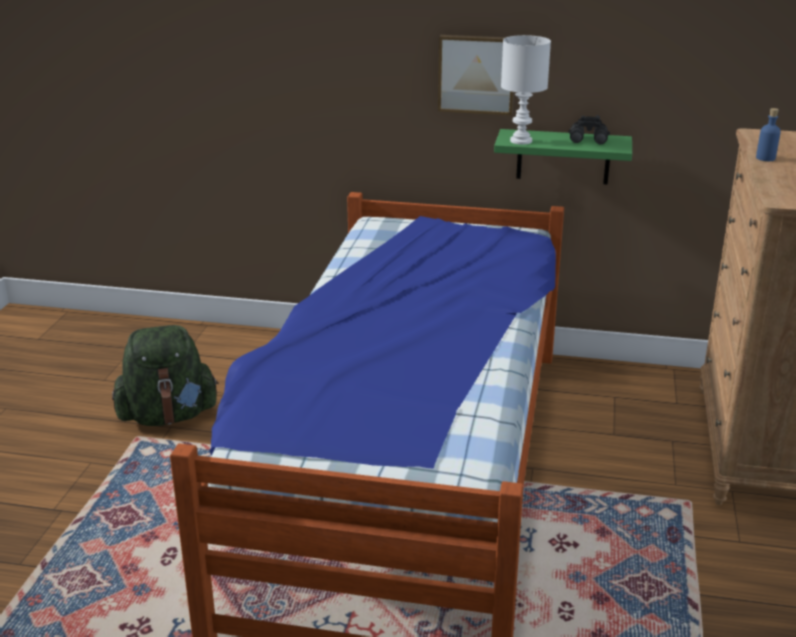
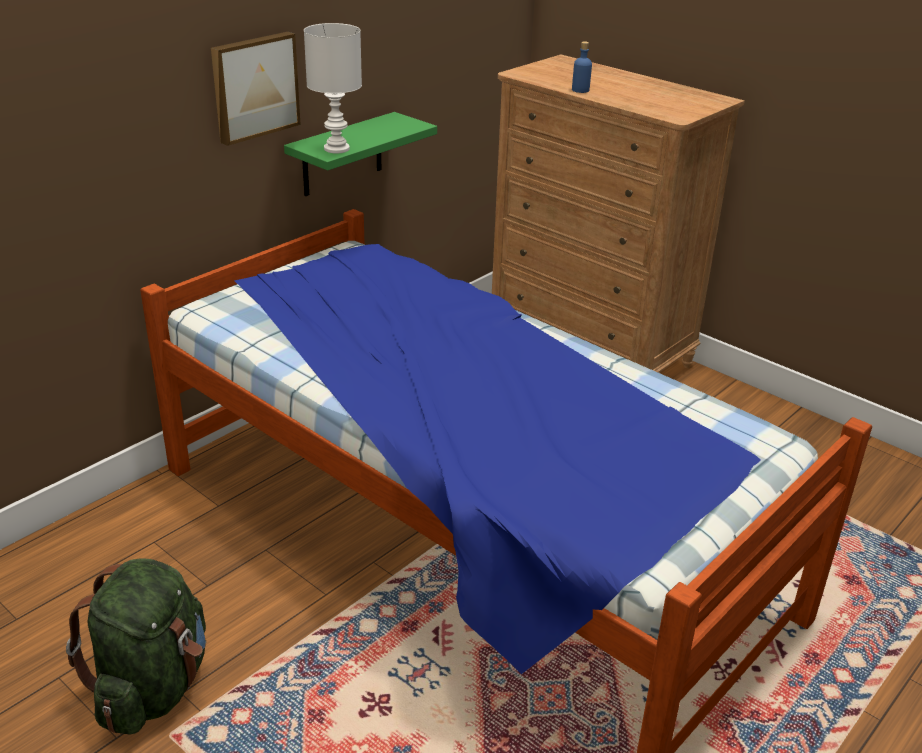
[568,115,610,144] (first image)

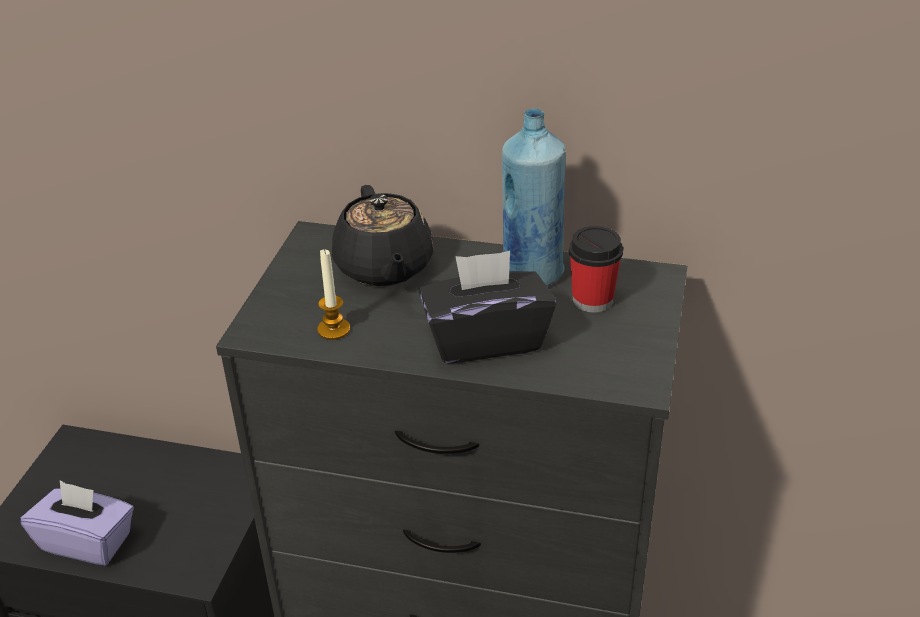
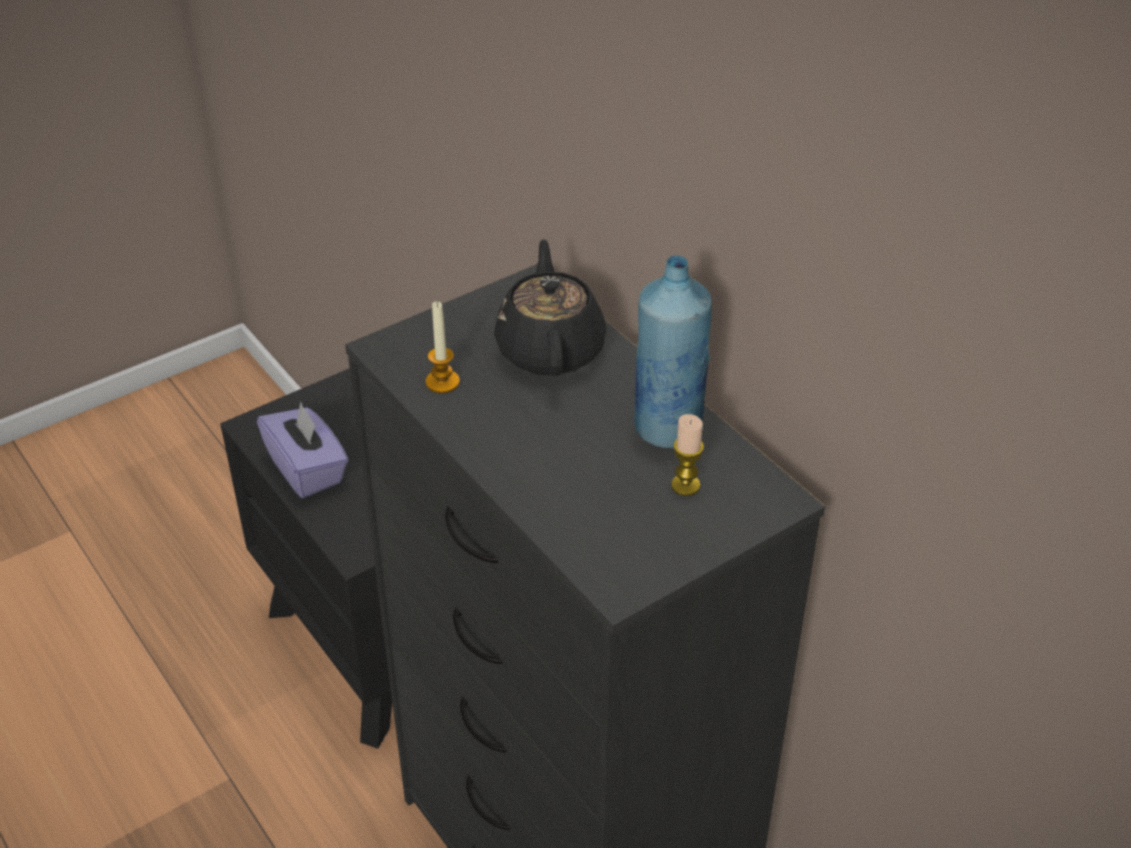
[494,239,606,376]
[671,414,704,496]
[419,251,556,363] (first image)

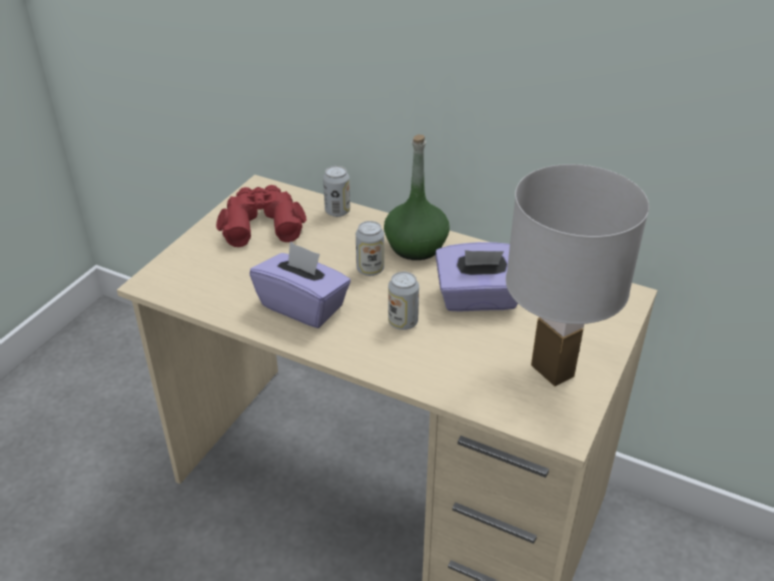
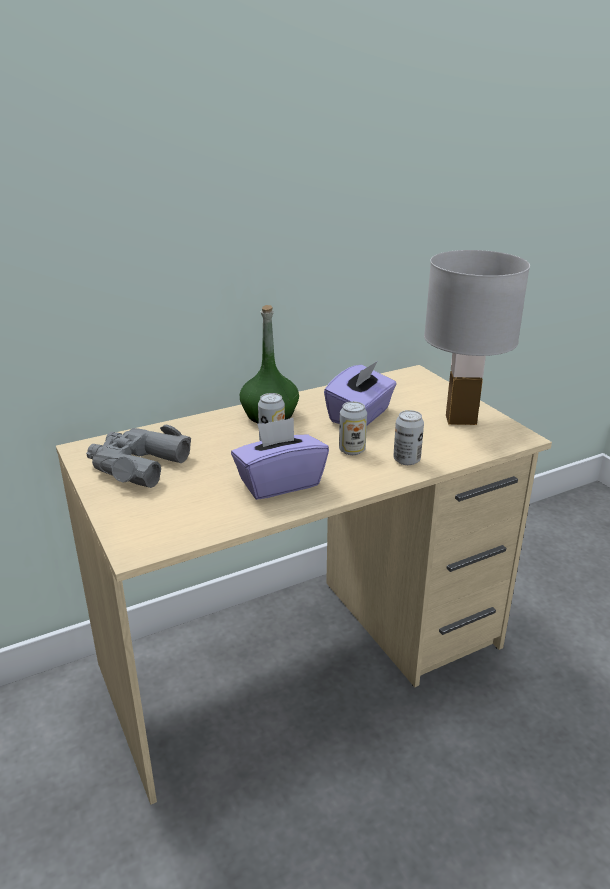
[86,425,191,488]
[393,410,424,465]

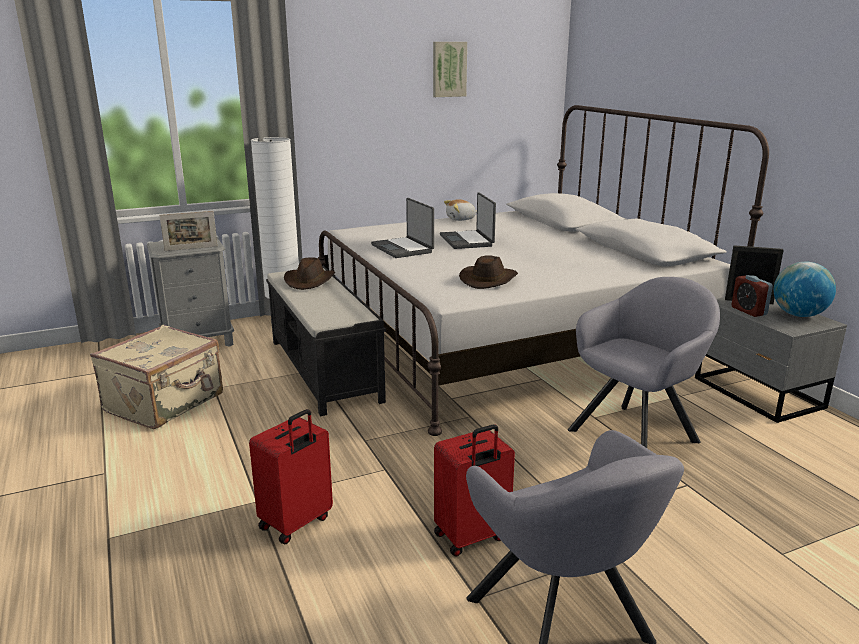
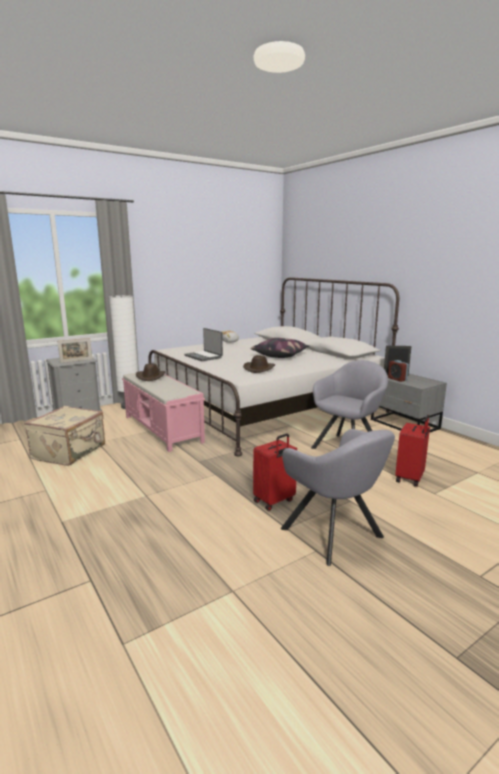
[122,373,205,452]
[251,338,309,358]
[395,415,430,487]
[433,42,467,97] (first image)
[440,192,496,249] (first image)
[774,262,836,317] (first image)

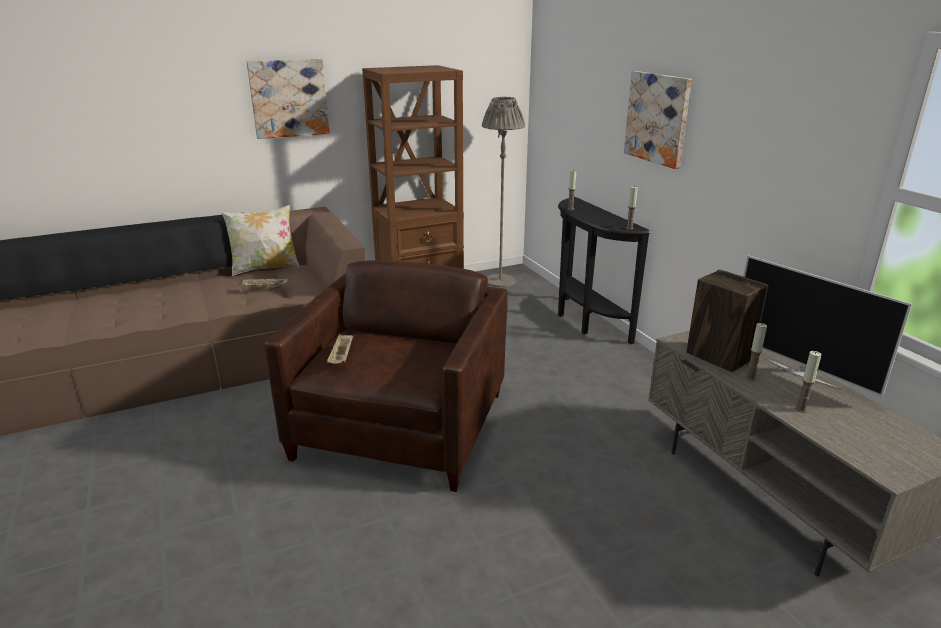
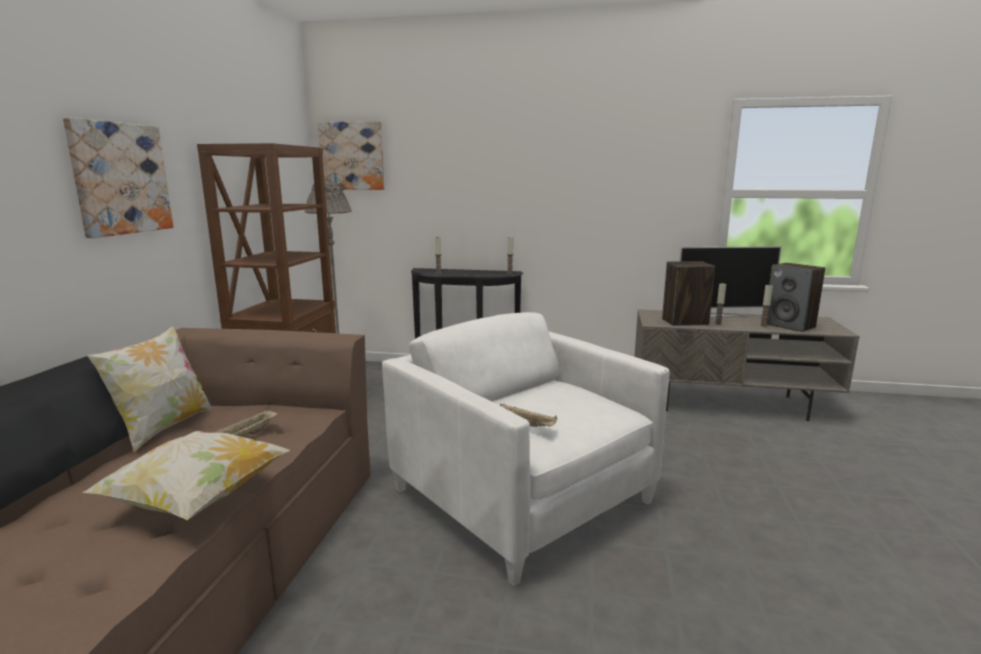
[82,431,290,520]
[318,121,385,190]
[382,312,670,586]
[767,263,825,332]

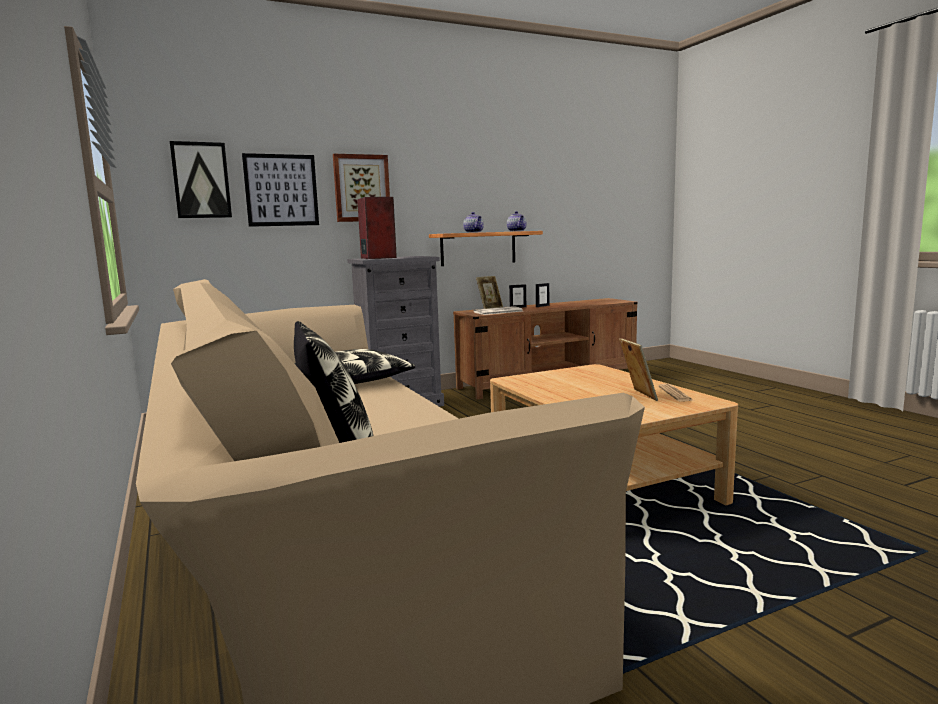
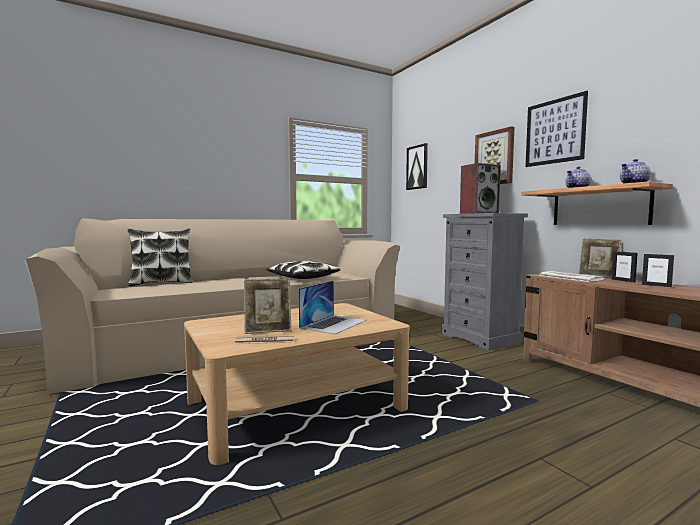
[299,281,367,334]
[525,91,588,167]

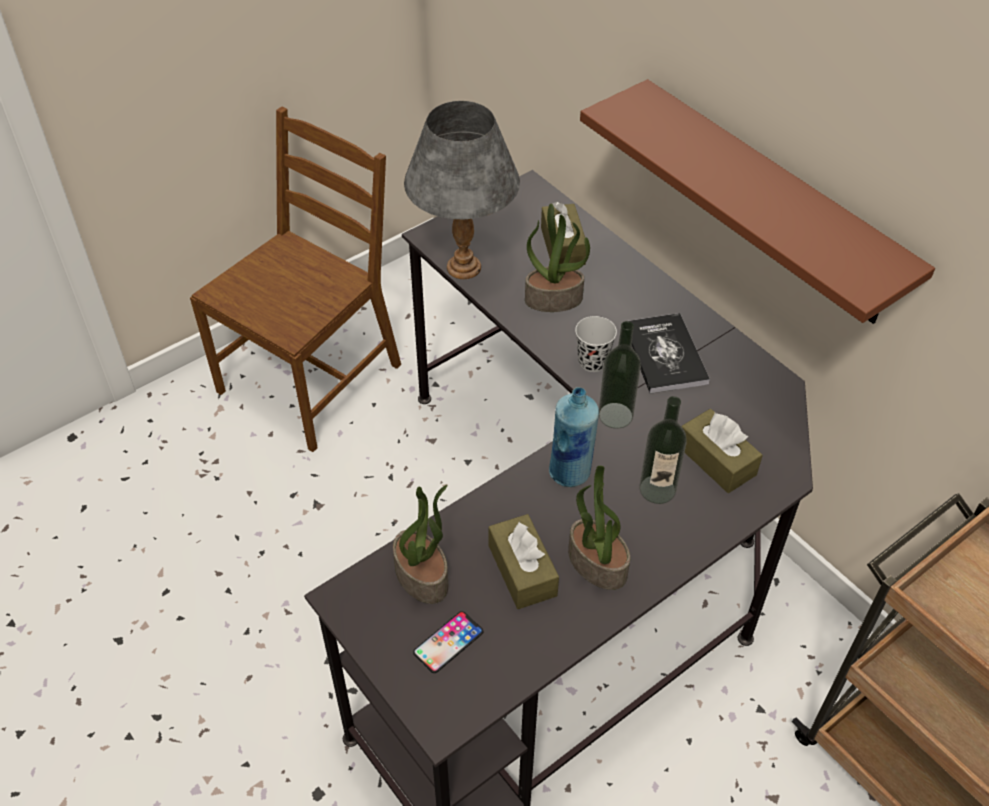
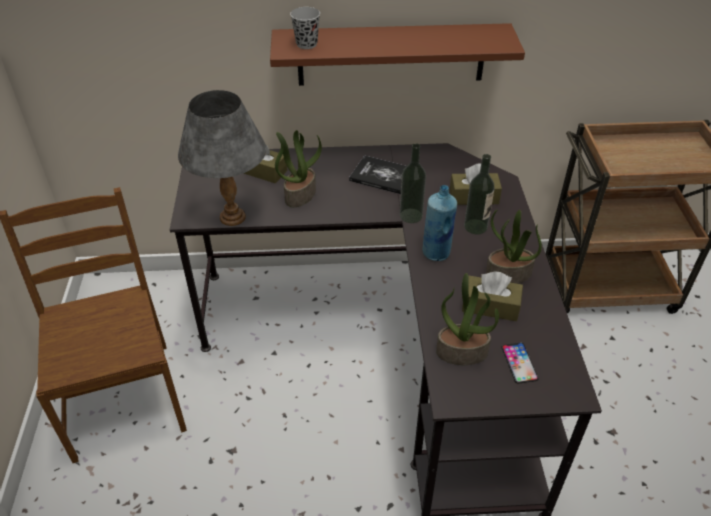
[290,7,320,49]

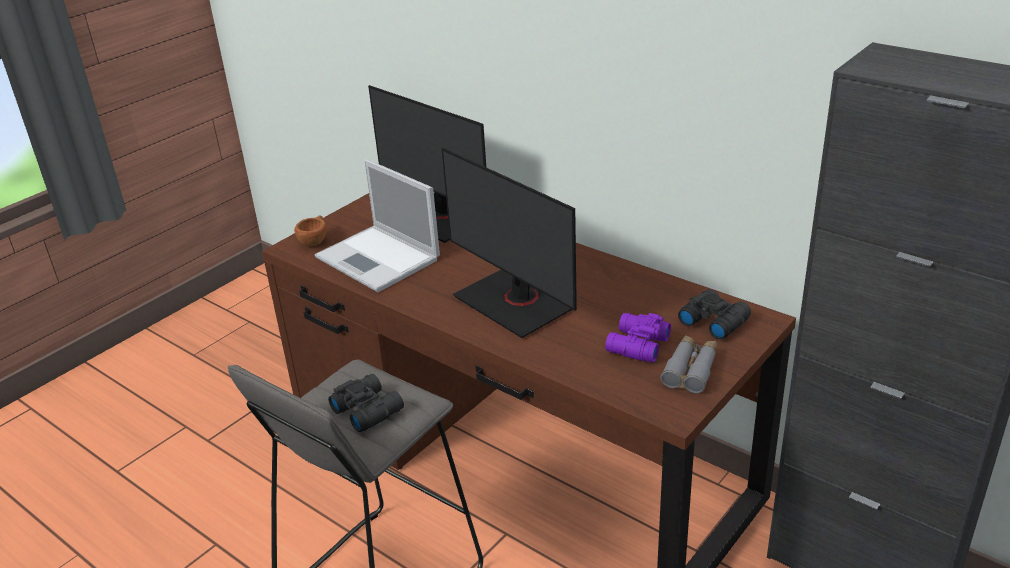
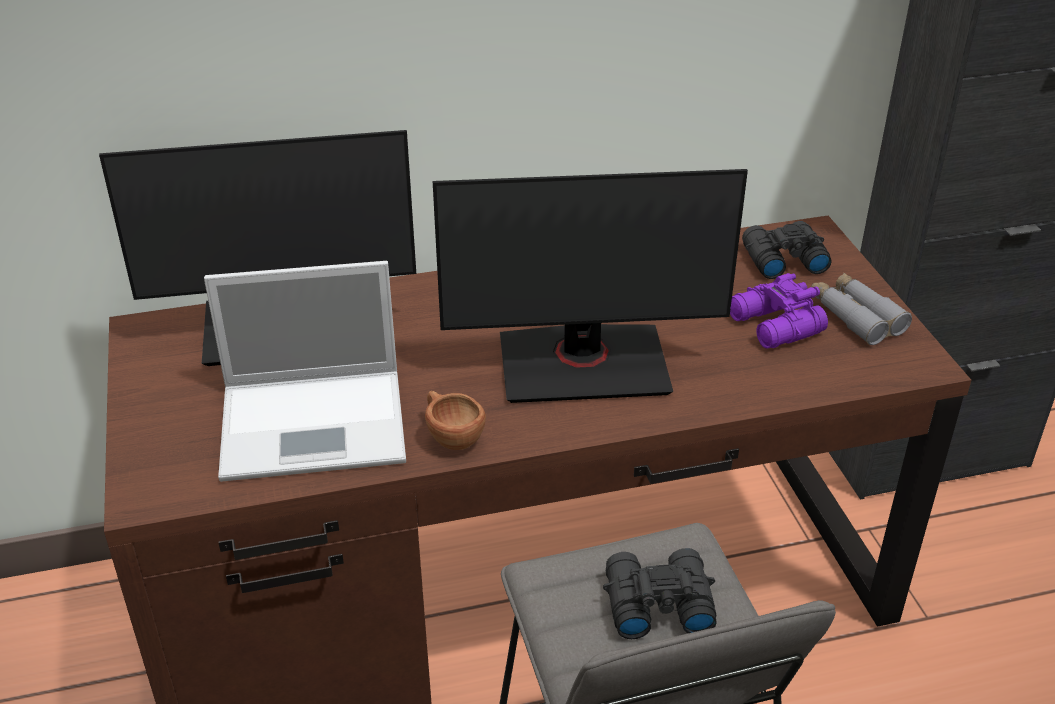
[425,391,486,450]

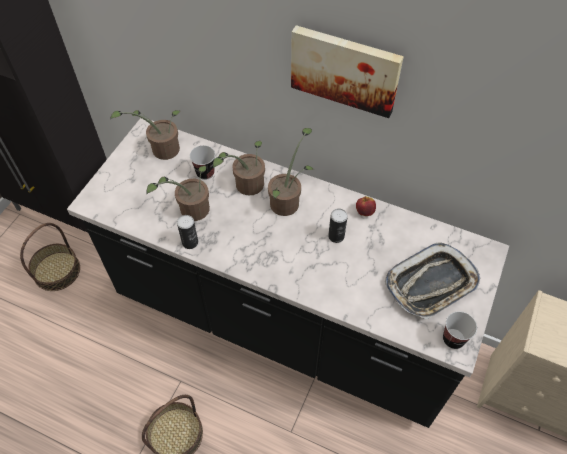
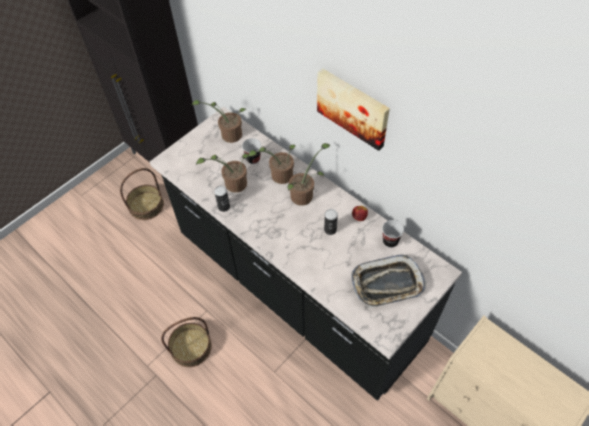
[382,220,404,248]

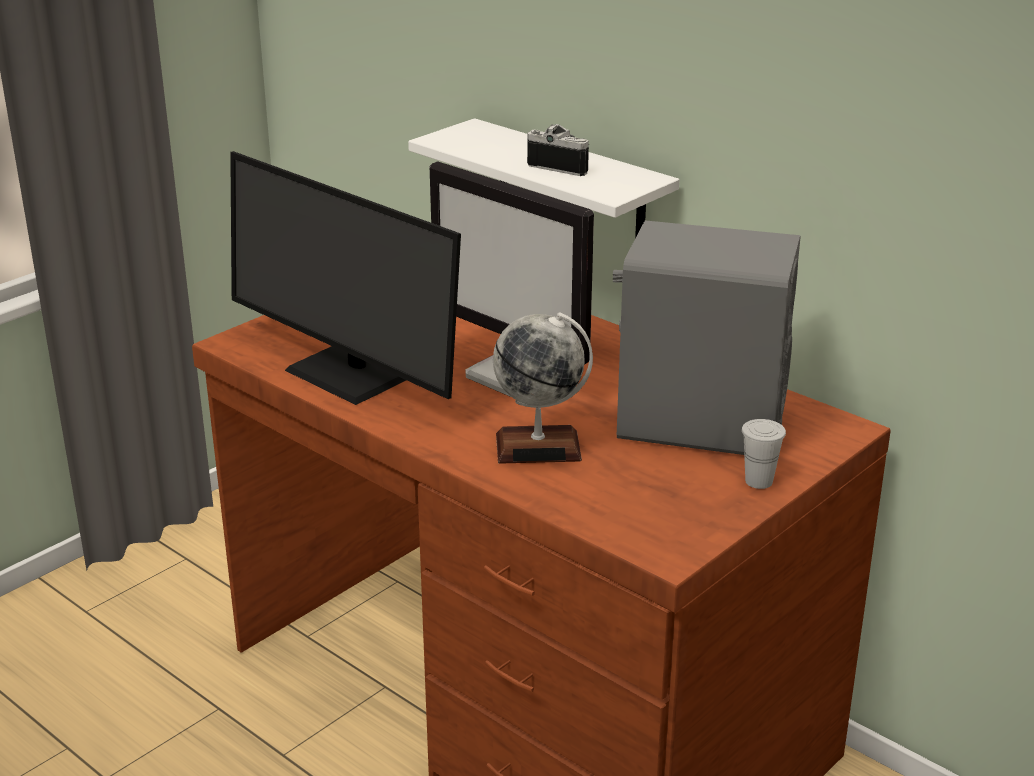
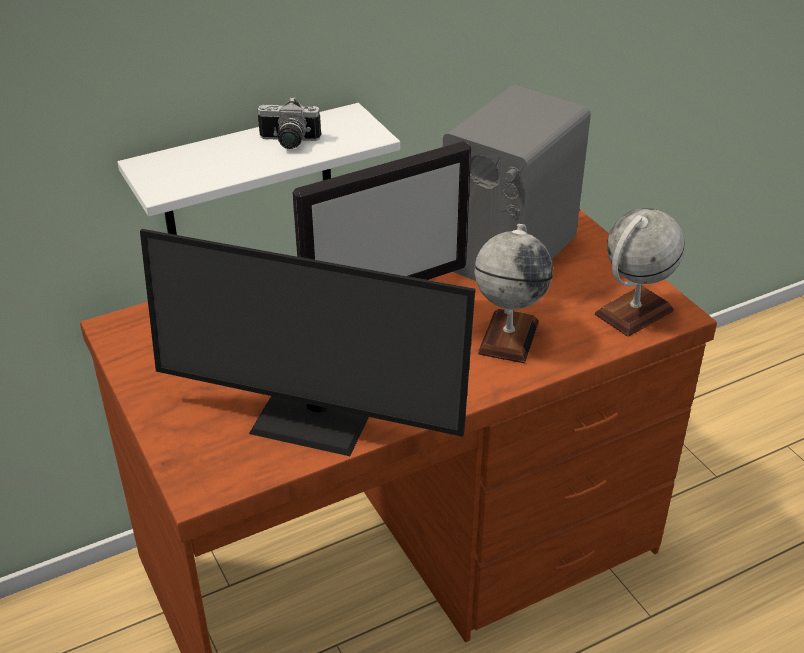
[140,229,475,456]
[258,97,321,149]
[595,208,685,337]
[742,419,786,489] (first image)

